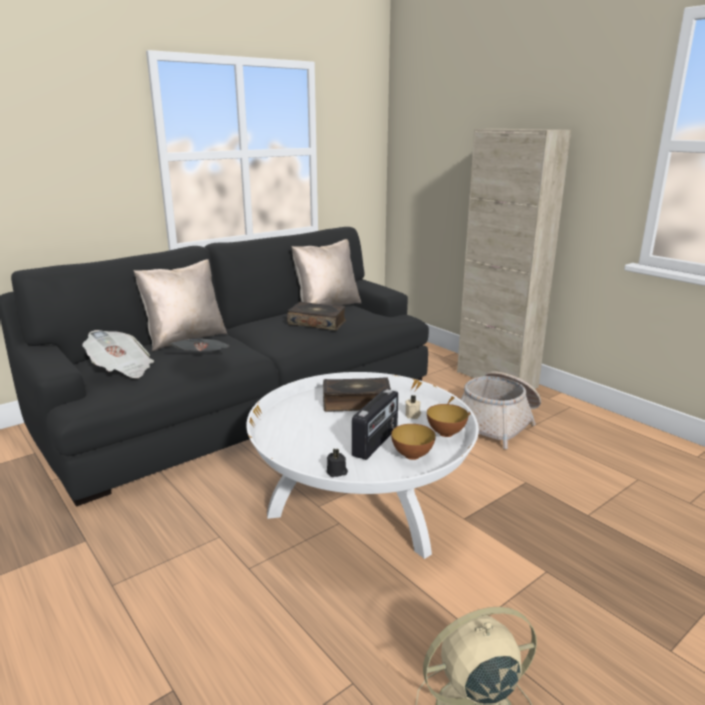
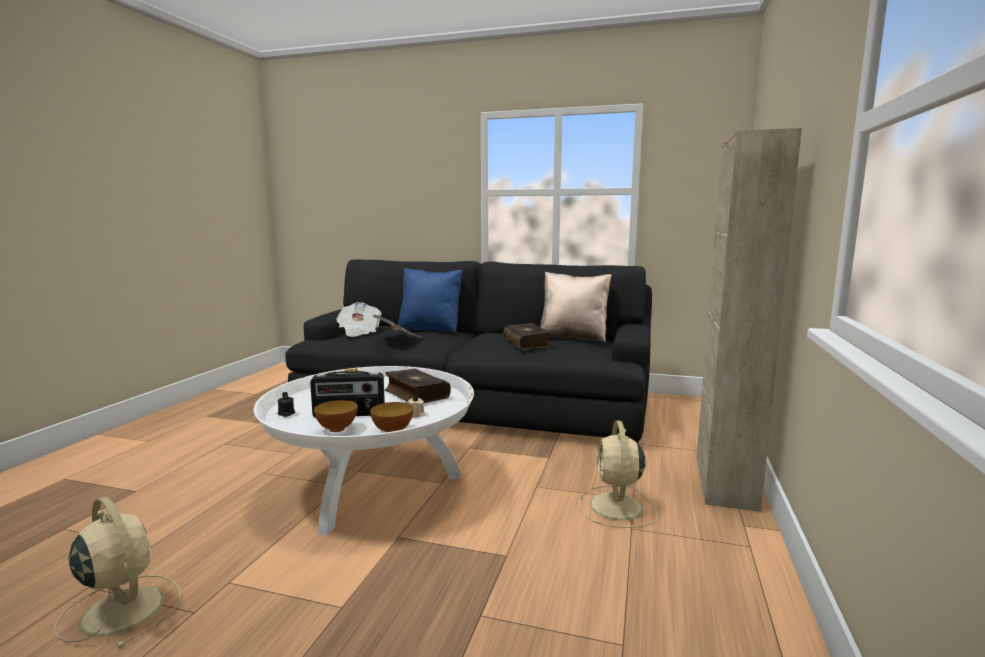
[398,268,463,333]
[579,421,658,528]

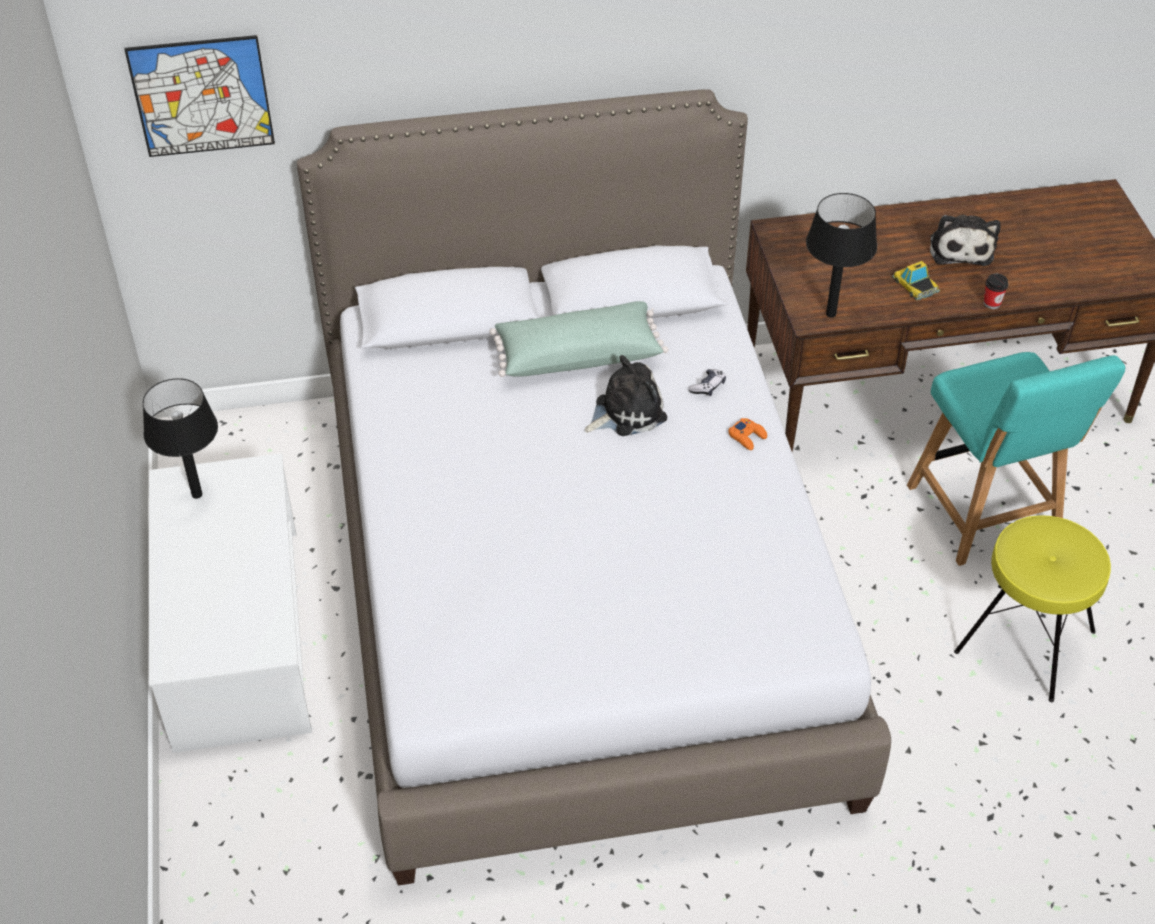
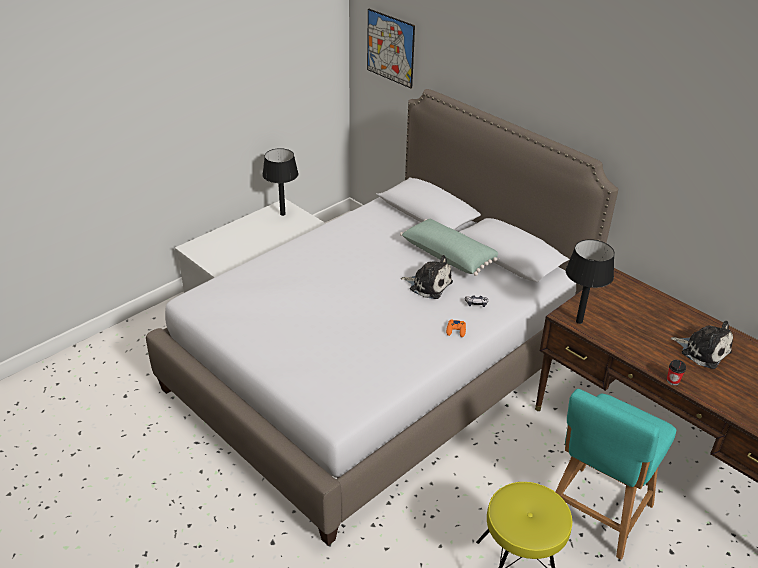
[671,321,733,369]
[892,261,940,301] (first image)

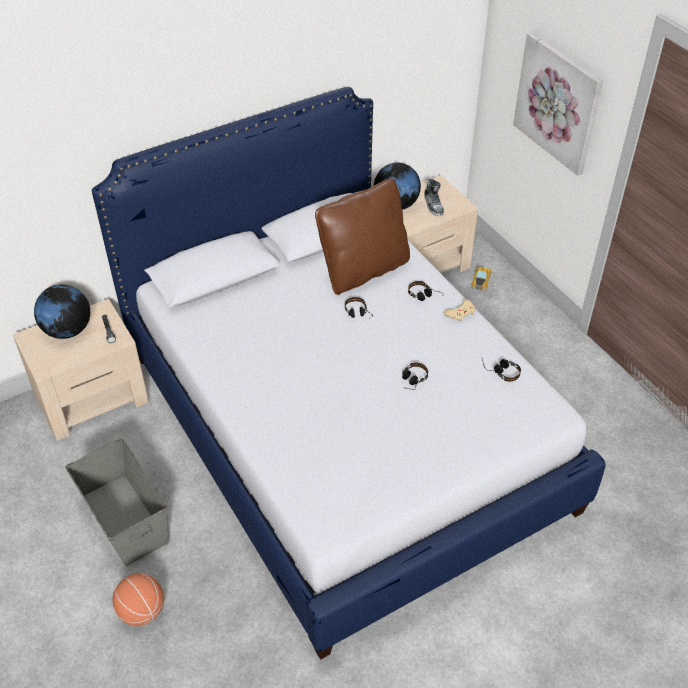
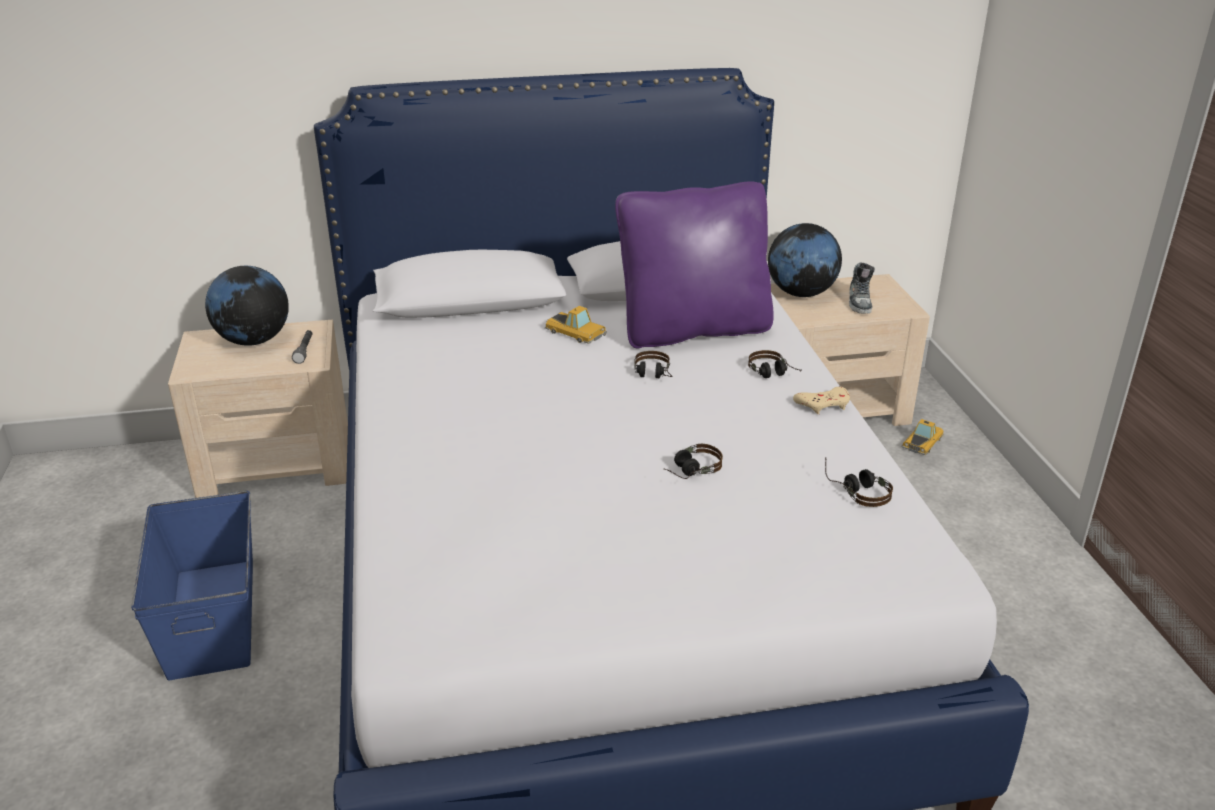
[131,491,253,680]
[545,306,607,344]
[615,181,774,348]
[112,573,164,626] (first image)
[513,32,603,176] (first image)

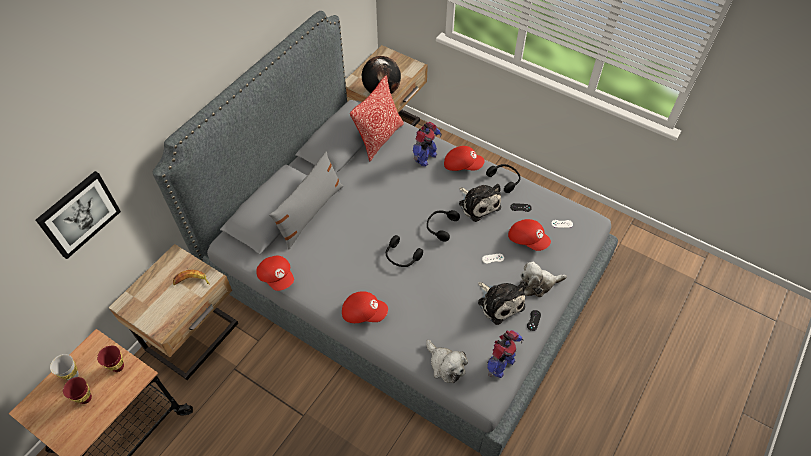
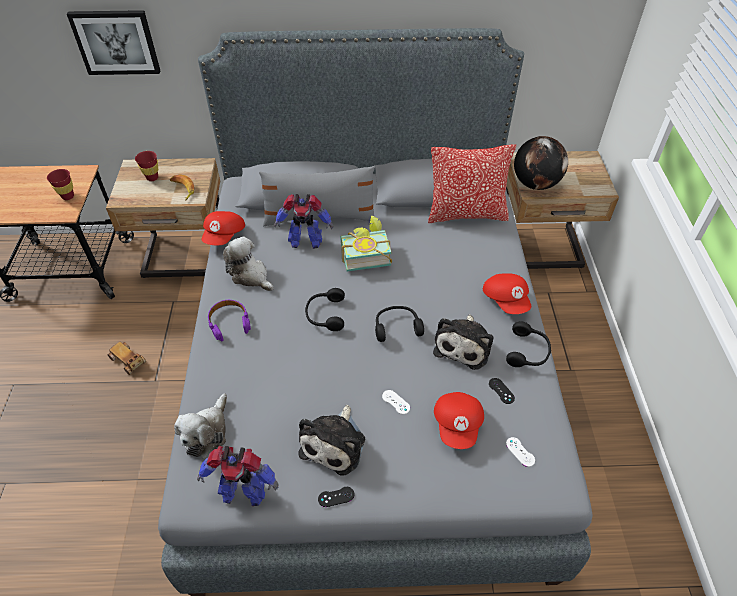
[108,342,146,375]
[135,151,158,181]
[208,300,251,342]
[223,237,274,291]
[274,194,333,249]
[341,216,392,271]
[50,354,79,381] (first image)

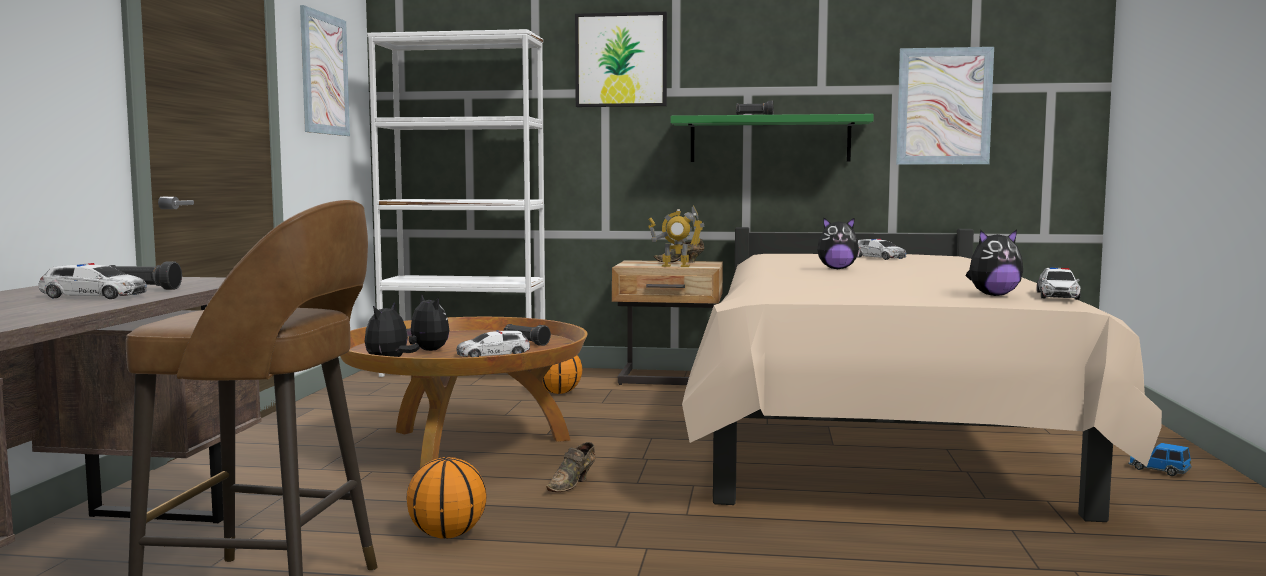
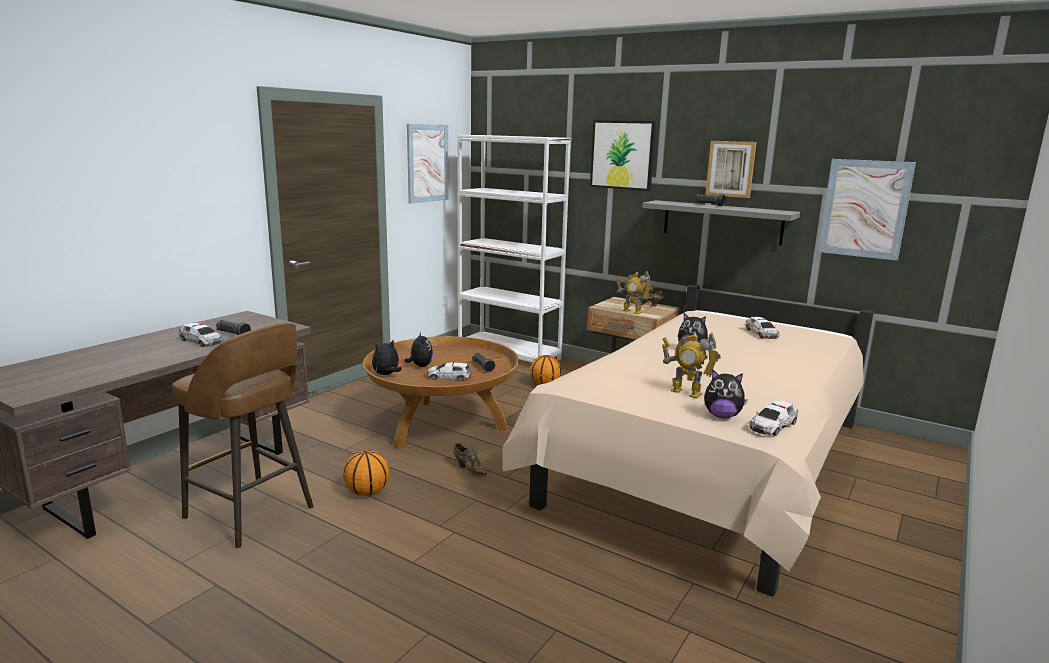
[453,443,487,477]
[642,200,800,246]
[662,333,721,398]
[706,141,756,198]
[1128,443,1192,476] (first image)

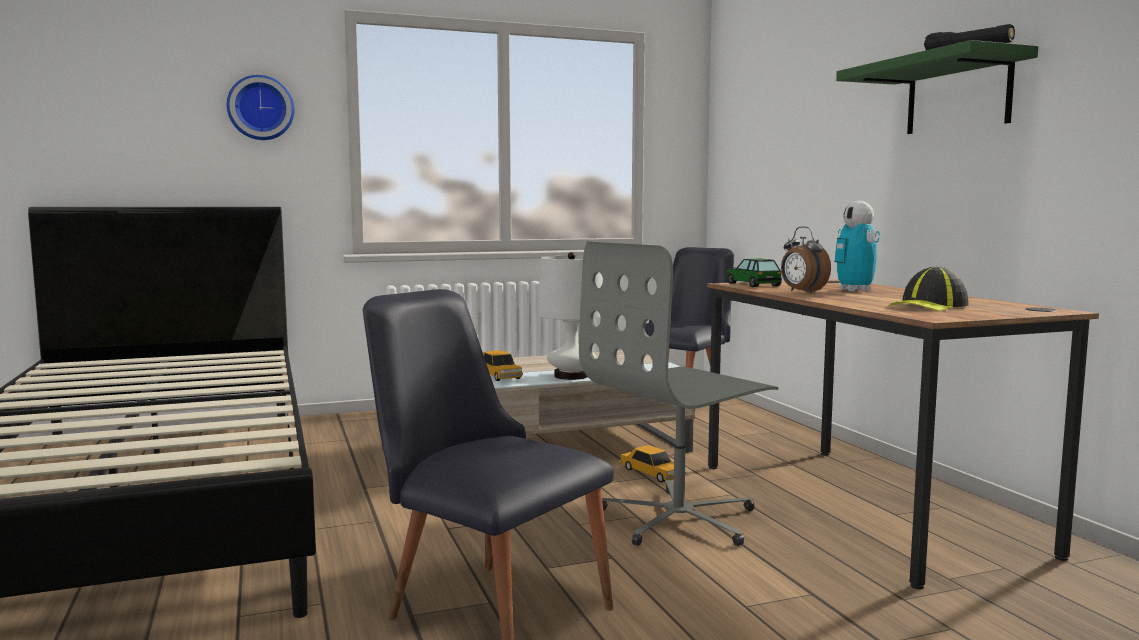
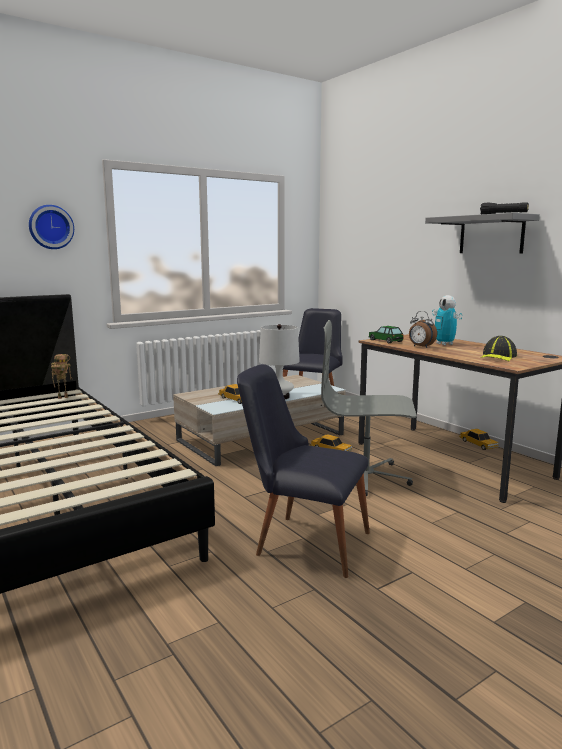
[51,354,72,399]
[321,320,417,496]
[425,213,540,254]
[459,429,499,450]

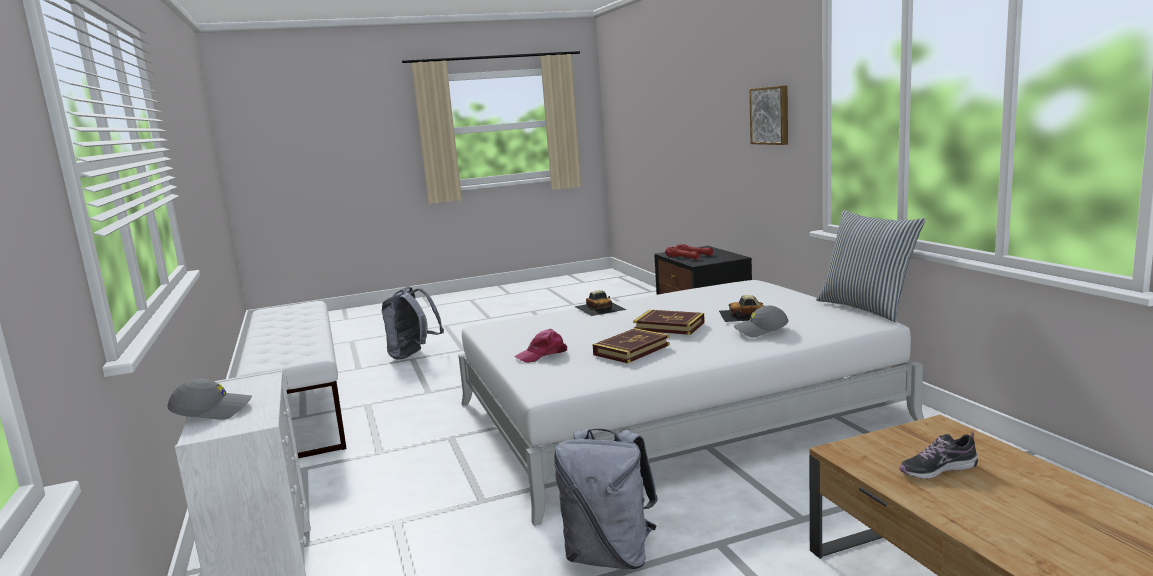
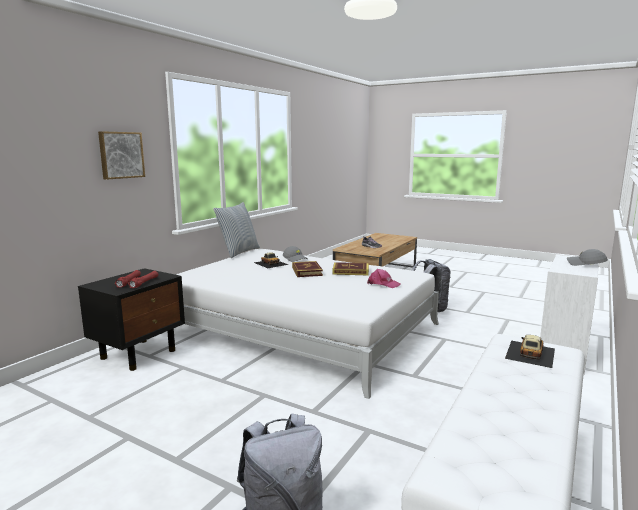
[505,335,555,368]

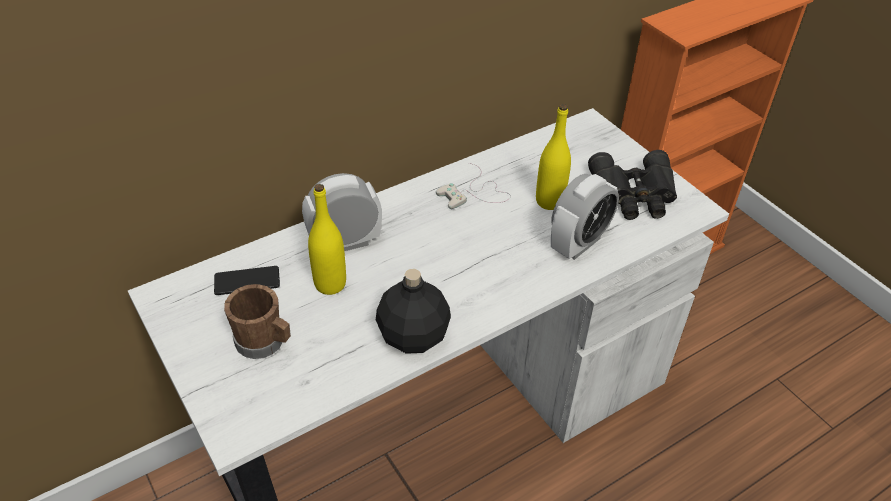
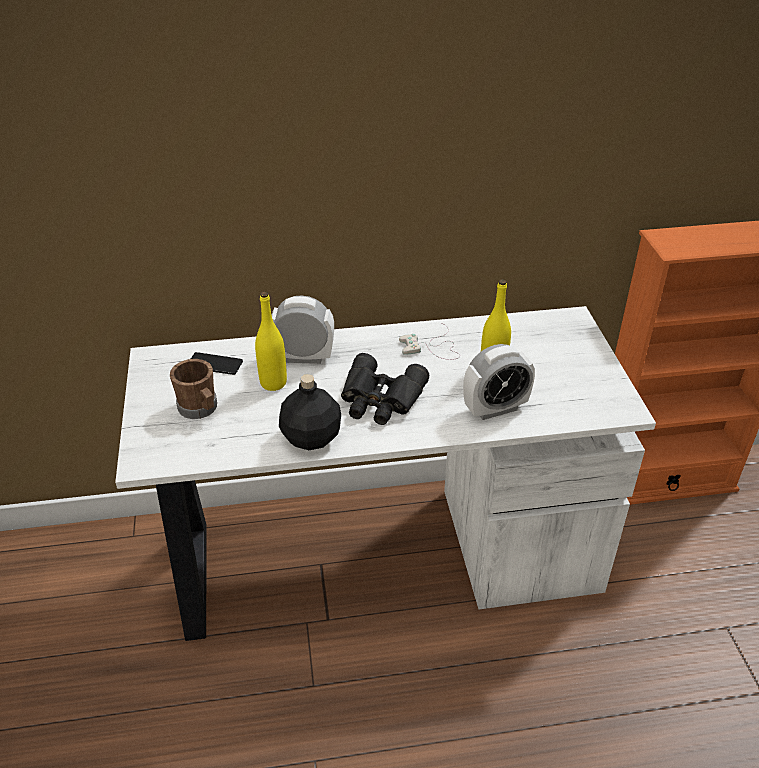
[341,353,429,425]

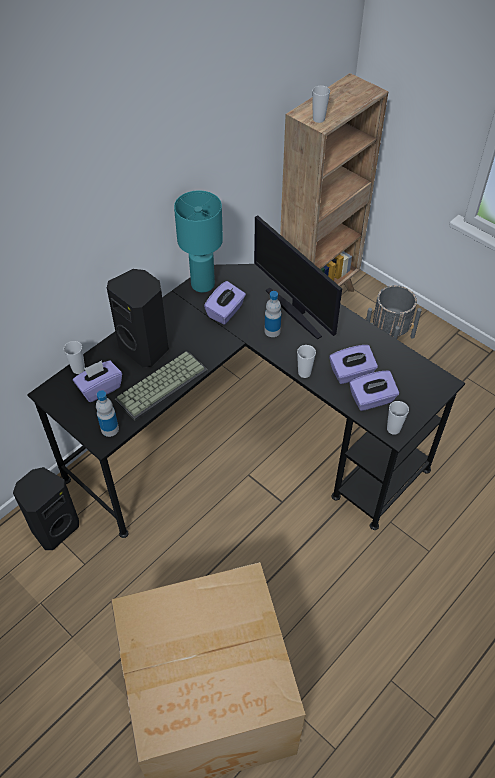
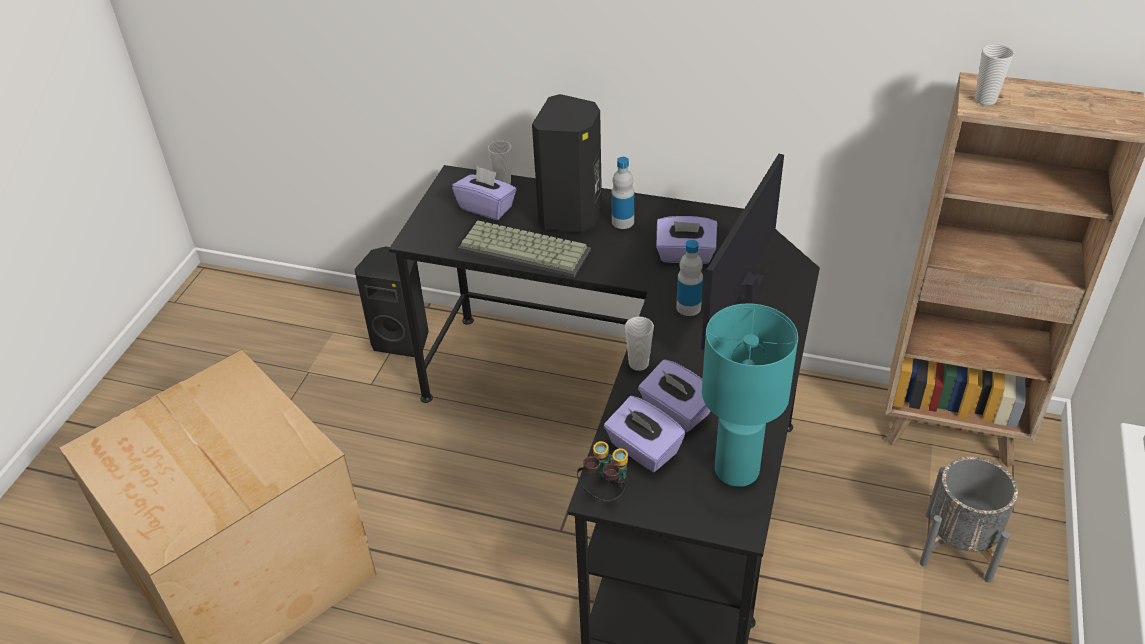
[577,441,628,502]
[611,157,634,229]
[702,303,798,487]

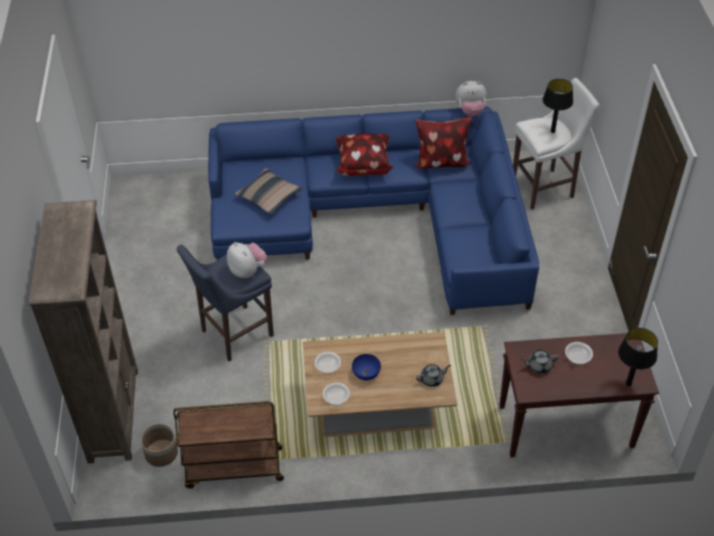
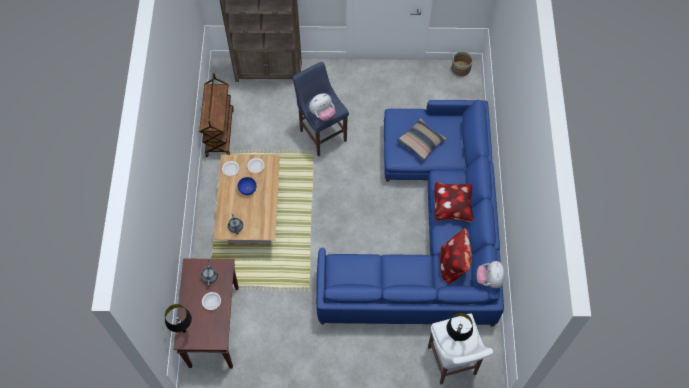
[452,51,473,76]

